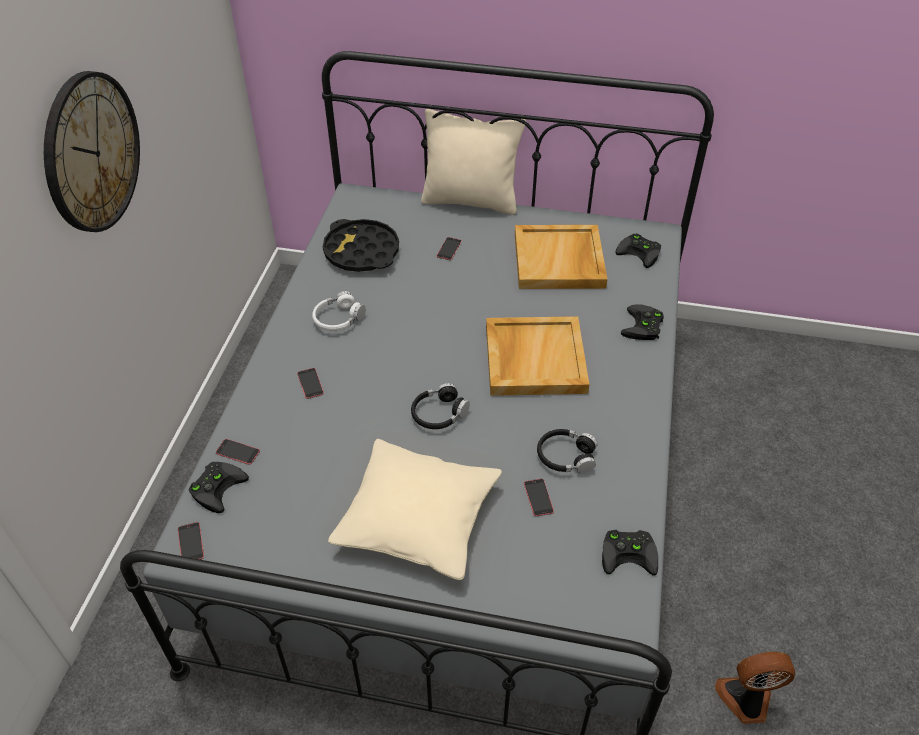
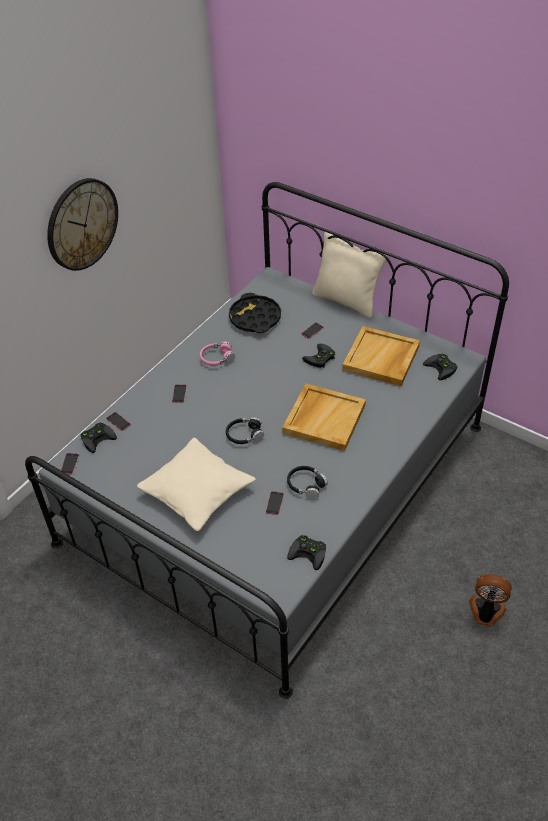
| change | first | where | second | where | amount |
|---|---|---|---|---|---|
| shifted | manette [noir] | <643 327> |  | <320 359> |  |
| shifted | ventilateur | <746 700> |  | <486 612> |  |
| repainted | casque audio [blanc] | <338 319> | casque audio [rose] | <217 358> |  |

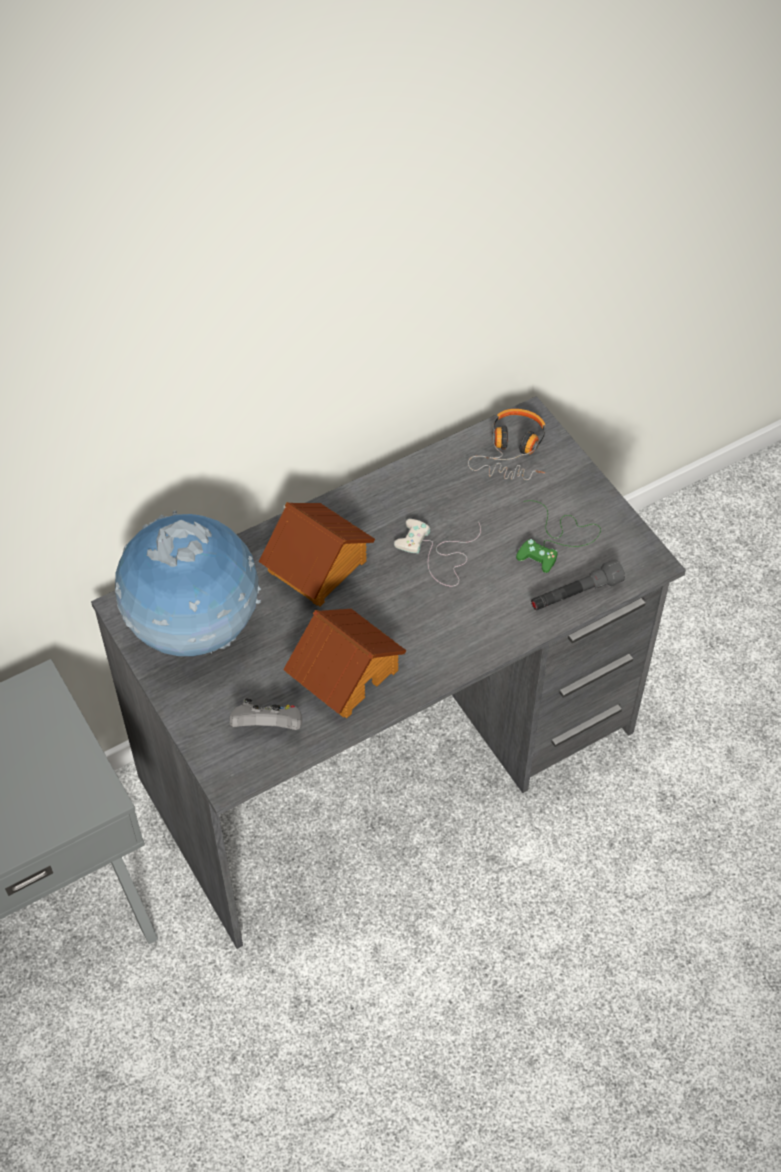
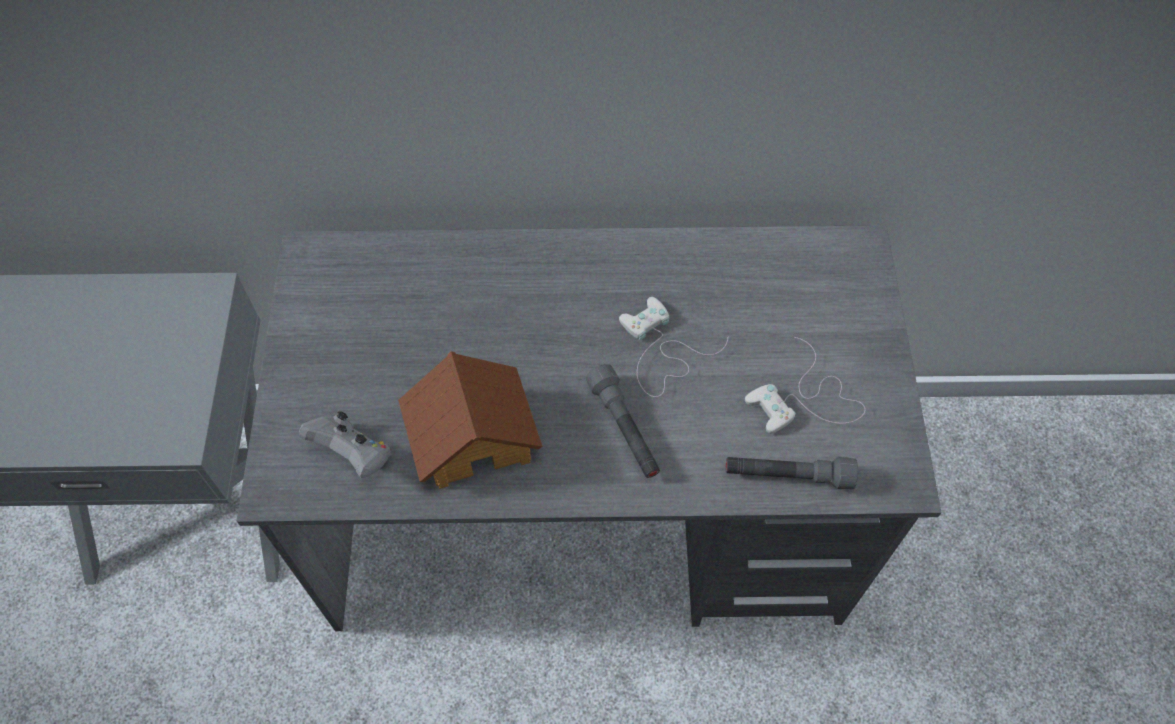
| change | first | where | second | where | amount |
|---|---|---|---|---|---|
| gone | globe | <194 629> |  |  |  |
| gone | maison miniature | <318 566> |  |  |  |
| gone | casque audio | <512 452> |  |  |  |
| new |  |  | lampe de poche [gris] | <624 429> |  |
| repainted | manette [vert] | <556 539> | manette [blanc] | <806 399> |  |

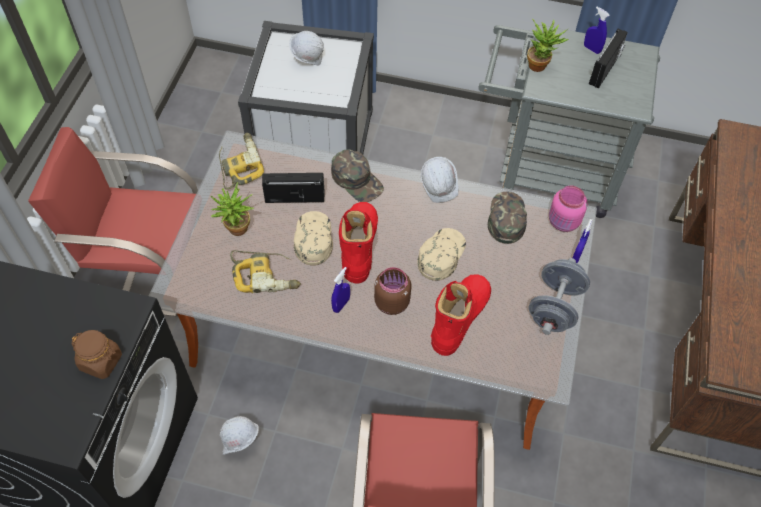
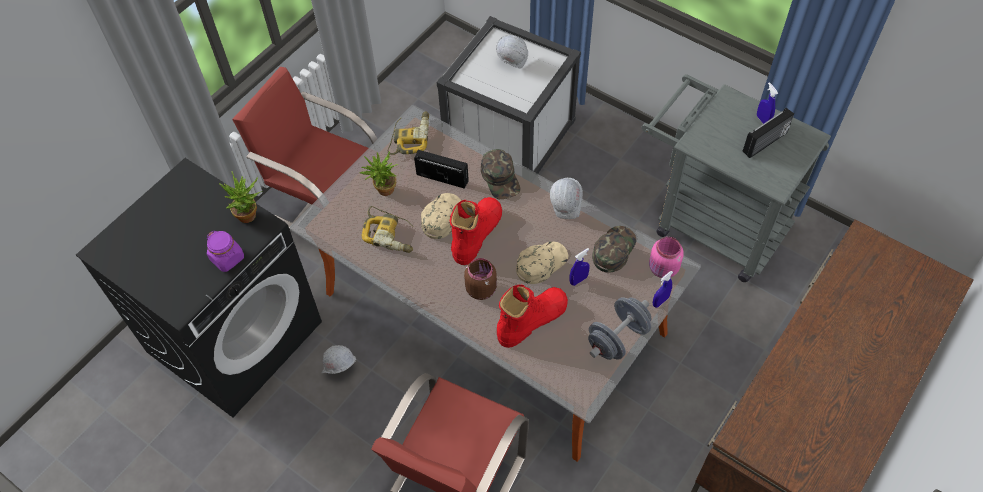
| change | first | where | second | where | amount |
|---|---|---|---|---|---|
| shifted | vaporisateur [bleu] | <341 304> |  | <578 280> |  |
| shifted | plante en pot | <540 65> |  | <251 216> |  |
| repainted | bocal [marron] | <101 361> | bocal [violet] | <227 258> |  |

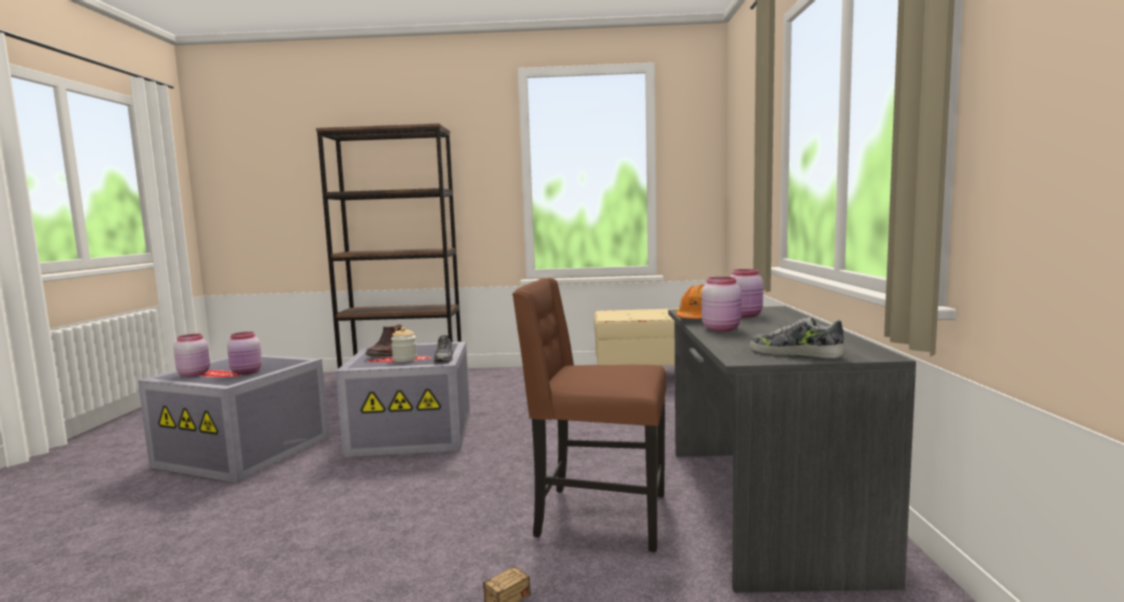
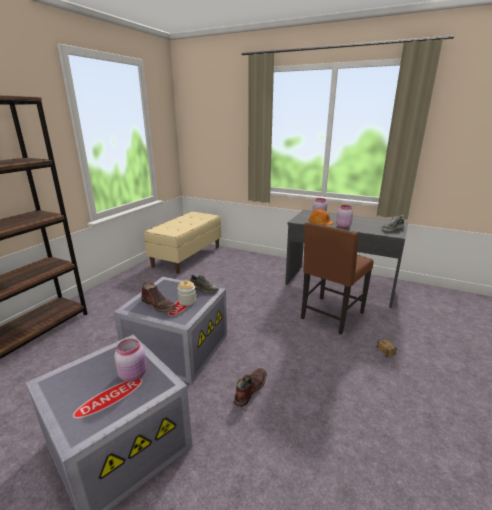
| change | first | where | second | where | amount |
|---|---|---|---|---|---|
| gone | bocal [rose] | <195 374> |  |  |  |
| new |  |  | botte [marron] | <250 389> |  |

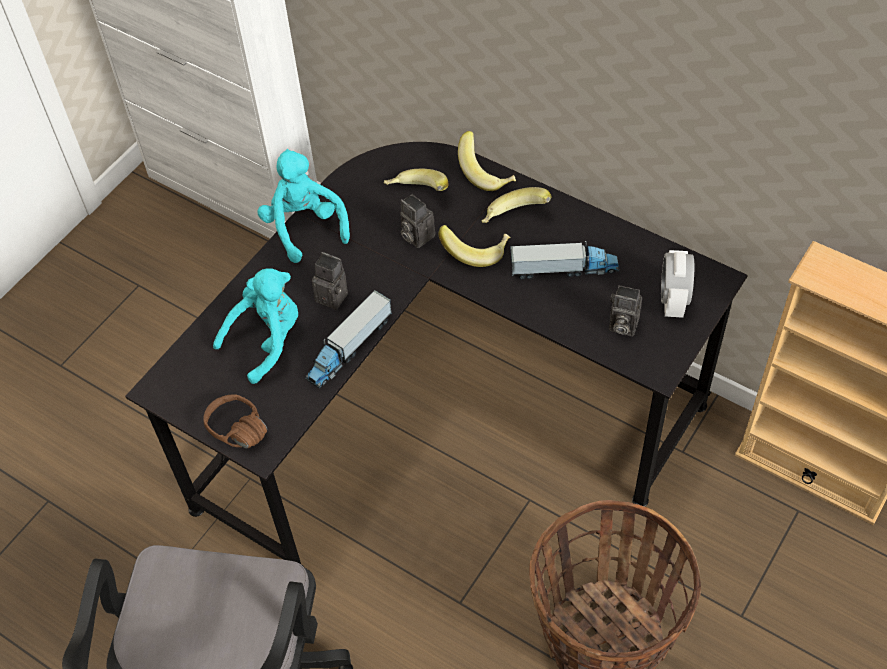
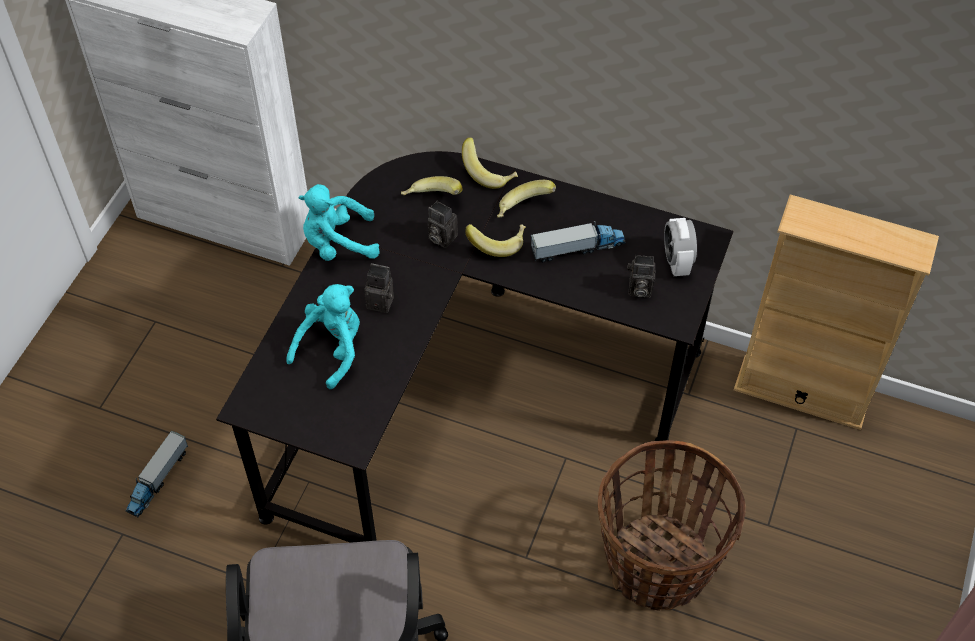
| change | first | where | second | where | amount |
|---|---|---|---|---|---|
| gone | casque audio [marron] | <231 436> |  |  |  |
| shifted | camion jouet | <349 348> |  | <158 480> |  |
| rotated | peluche [turquoise] | <304 227> |  | <338 243> | 60 degrees counterclockwise |

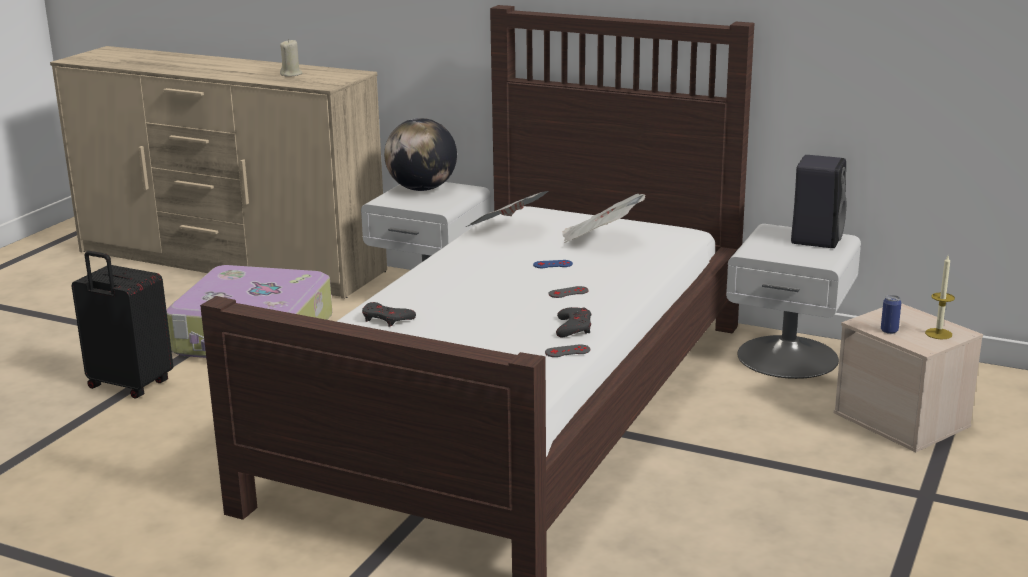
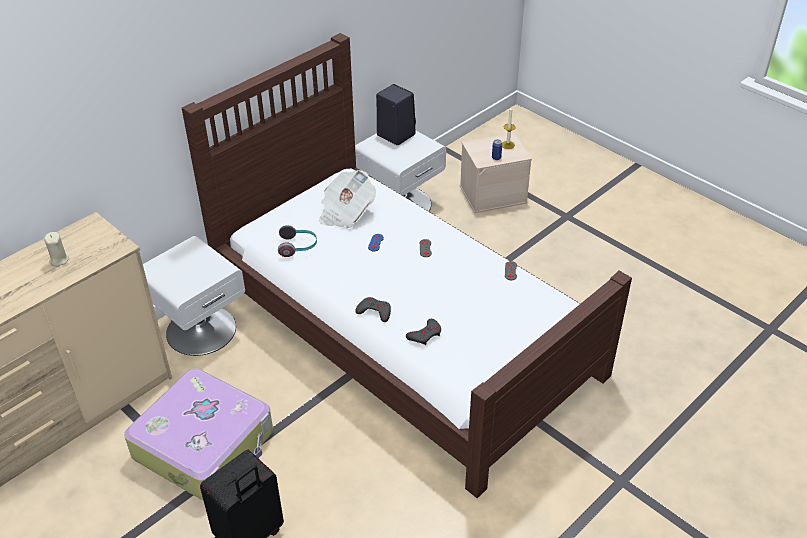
| change | first | where | second | where | amount |
|---|---|---|---|---|---|
| gone | globe | <422 189> |  |  |  |
| shifted | manette [gris] | <573 327> |  | <374 311> |  |
| swapped | journal | <506 230> | casque audio | <298 247> |  |

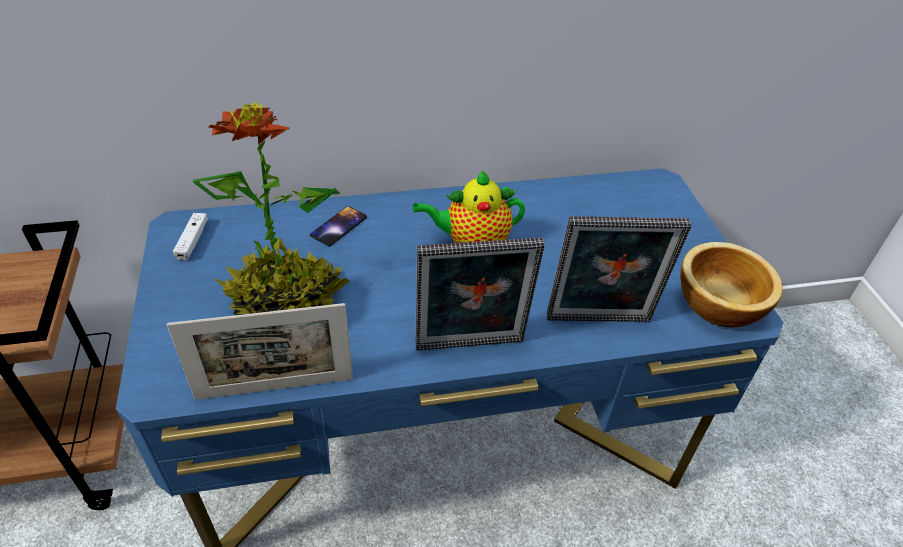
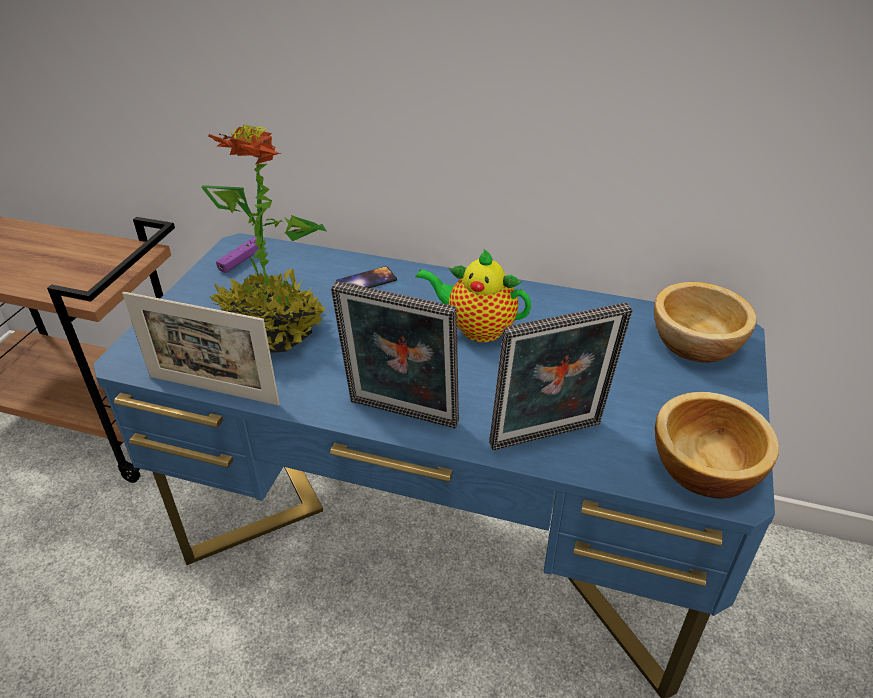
| change | first | where | second | where | amount |
|---|---|---|---|---|---|
| new |  |  | bol | <697 343> |  |
| repainted | manette [blanc] | <192 241> | manette [violet] | <241 260> |  |
| rotated | cadre photo | <599 323> |  | <548 439> | 45 degrees counterclockwise |

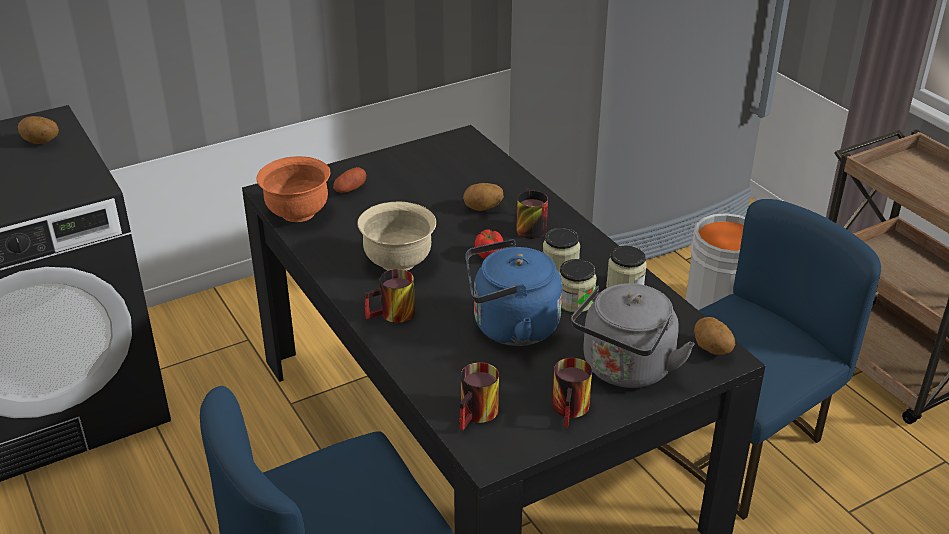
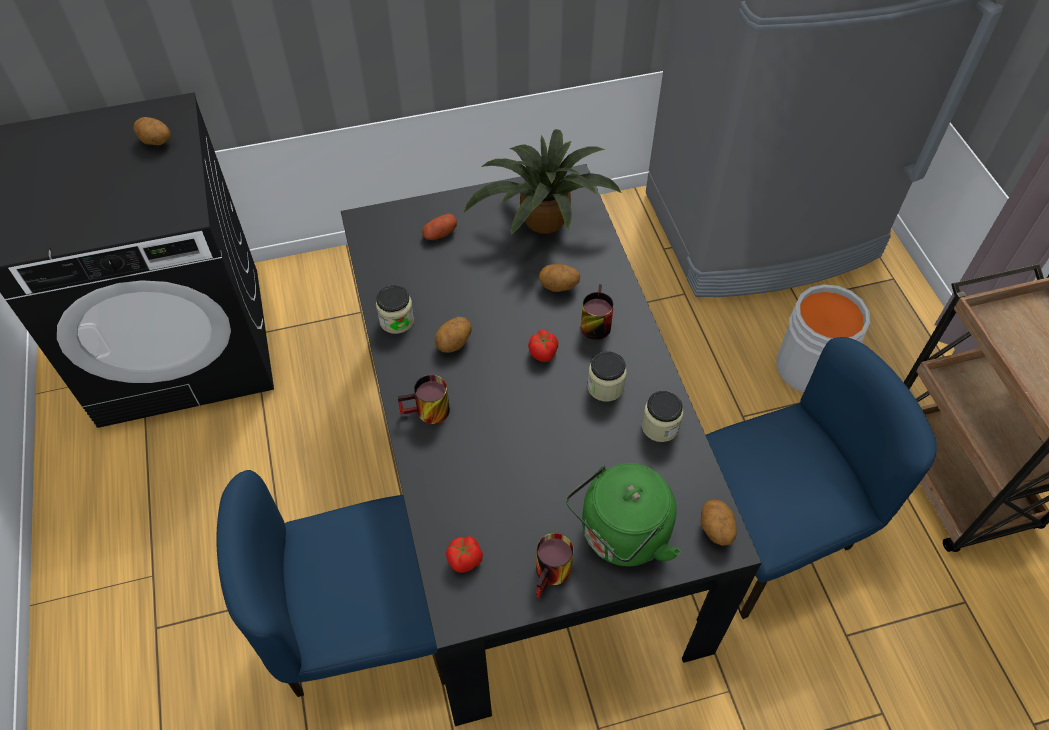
| change | first | where | second | where | amount |
|---|---|---|---|---|---|
| gone | bol [orange] | <297 213> |  |  |  |
| gone | bouilloire [bleu] | <510 327> |  |  |  |
| new |  |  | plante en pot | <541 222> |  |
| shifted | bocal | <575 301> |  | <396 320> |  |
| swapped | bol [beige] | <398 262> | pomme de terre | <454 343> |  |
| swapped | mug | <479 415> | tomate | <465 560> |  |
| repainted | bouilloire [gris] | <625 370> | bouilloire [vert] | <621 536> |  |

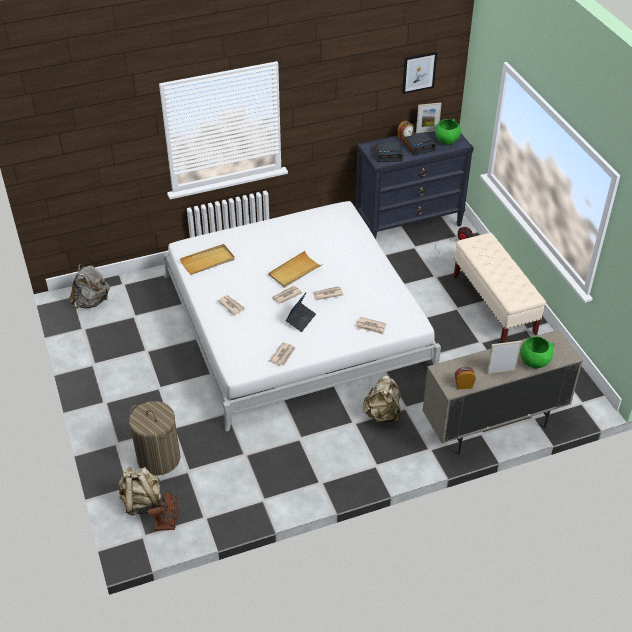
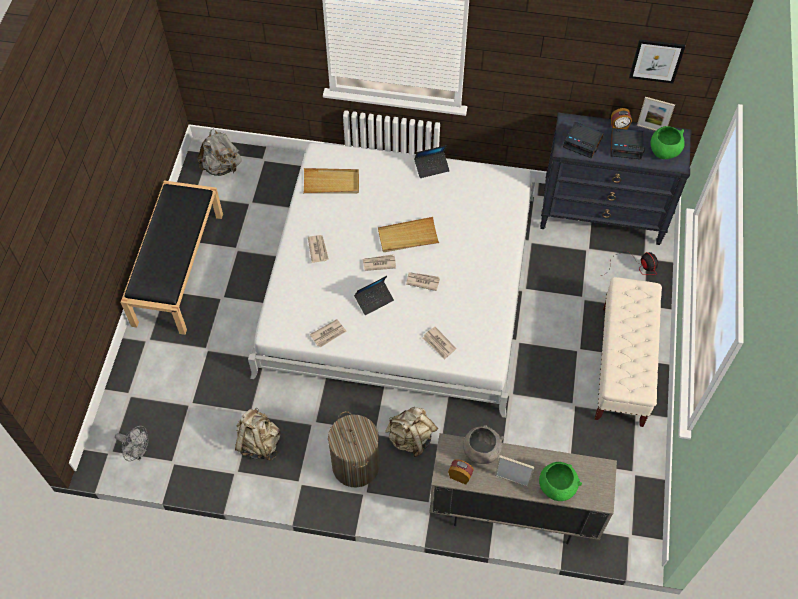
| change | first | where | second | where | amount |
|---|---|---|---|---|---|
| new |  |  | banc [noir] | <178 267> |  |
| new |  |  | ordinateur portable | <431 167> |  |
| new |  |  | bol [gris] | <481 452> |  |
| shifted | sac à dos [beige] | <141 502> |  | <259 443> |  |
| shifted | panier à linge | <158 458> |  | <355 465> |  |
| repainted | ventilateur [marron] | <168 525> | ventilateur [gris] | <137 452> |  |

